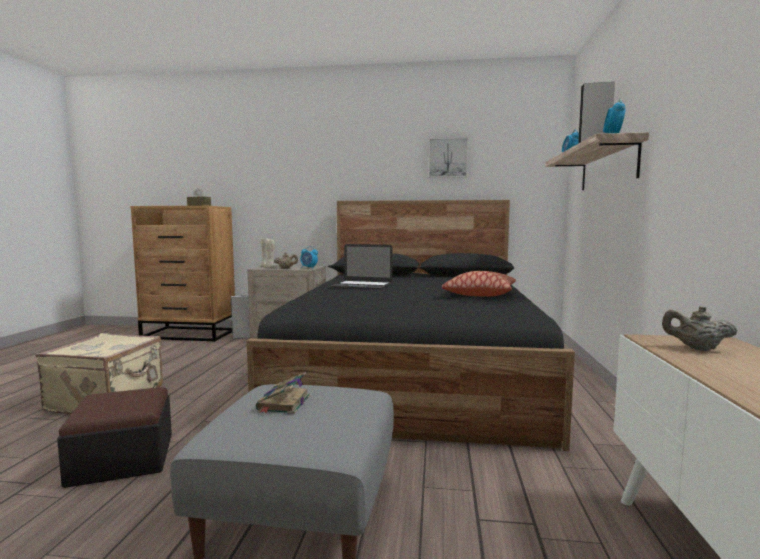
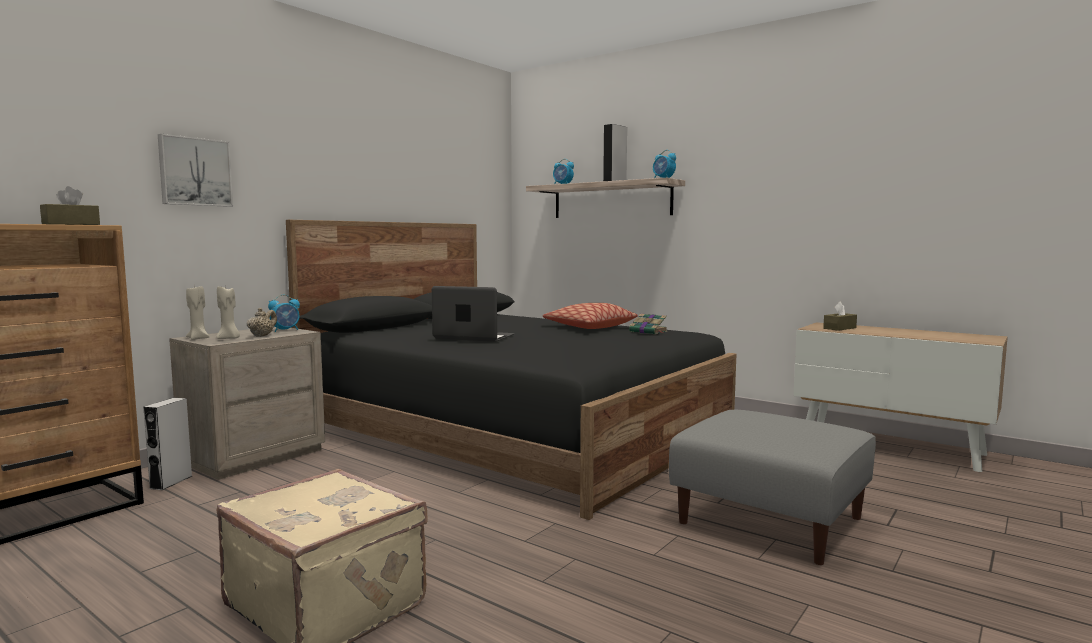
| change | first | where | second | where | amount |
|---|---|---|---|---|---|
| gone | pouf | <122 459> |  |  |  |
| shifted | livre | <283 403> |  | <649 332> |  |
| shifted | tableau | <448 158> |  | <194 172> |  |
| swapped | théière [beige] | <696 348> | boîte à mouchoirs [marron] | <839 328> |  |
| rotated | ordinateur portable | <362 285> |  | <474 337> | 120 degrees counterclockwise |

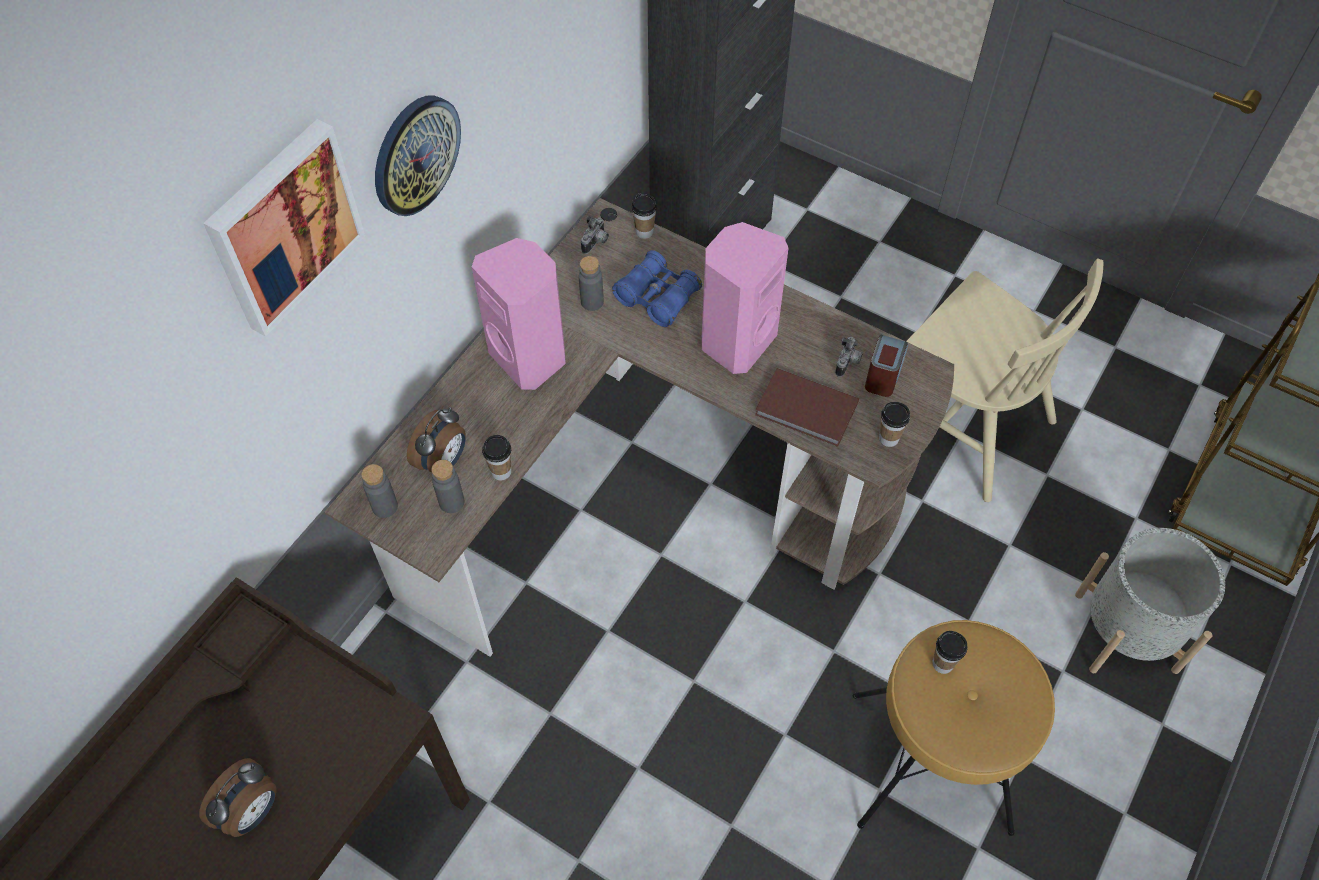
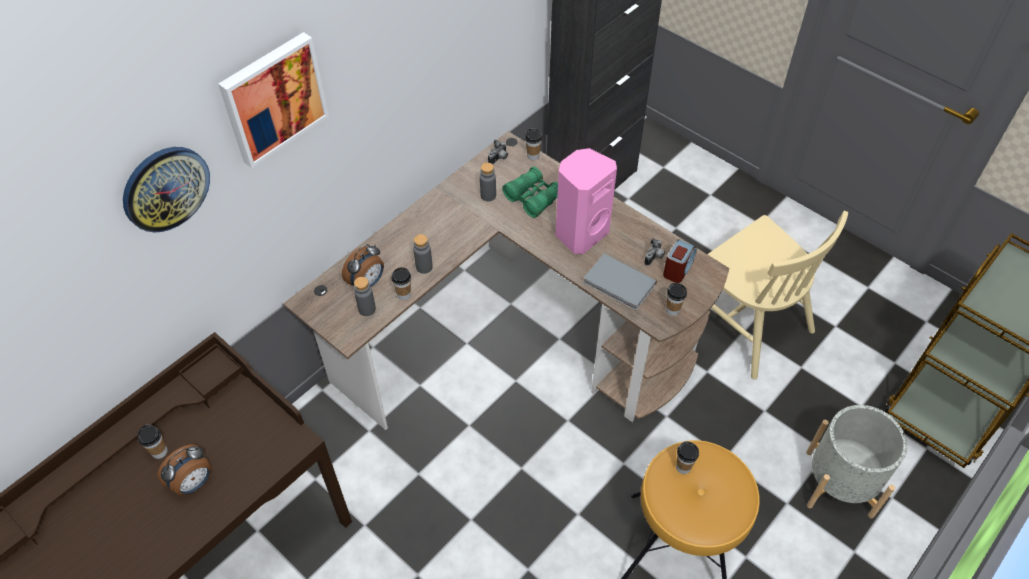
| change | first | where | second | where | amount |
|---|---|---|---|---|---|
| gone | enceinte [rose] | <530 357> |  |  |  |
| new |  |  | tasse | <159 451> |  |
| shifted | bouteille [gris] | <385 507> |  | <424 267> |  |
| shifted | horloge murale | <415 154> |  | <165 188> |  |
| repainted | jumelles [bleu] | <657 297> | jumelles [vert] | <532 198> |  |
| repainted | livre [marron] | <807 411> | livre [gris] | <619 284> |  |

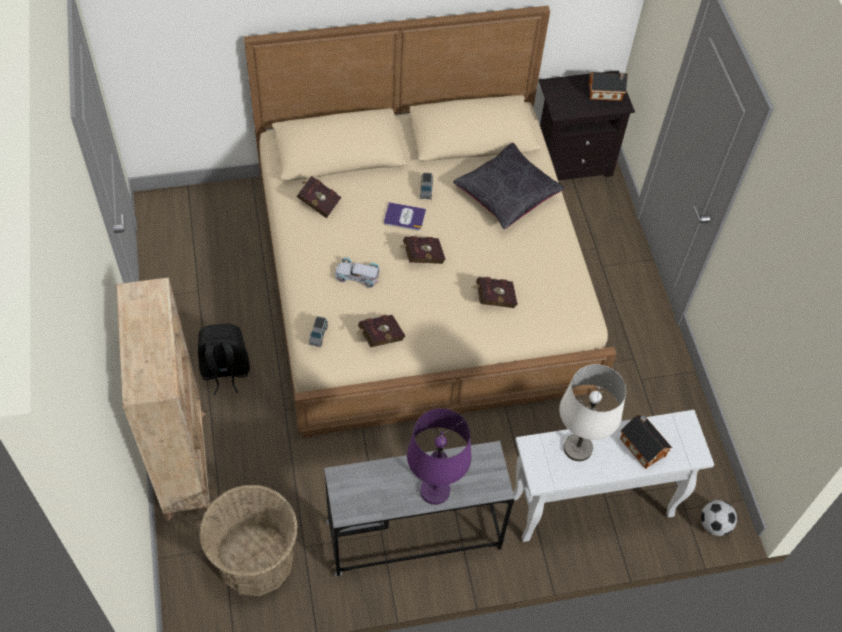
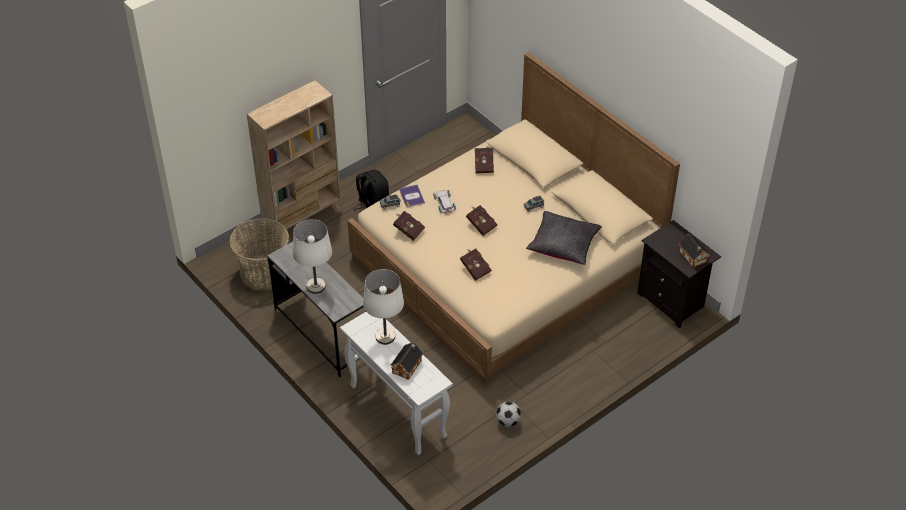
| change | first | where | second | where | amount |
|---|---|---|---|---|---|
| shifted | livre | <404 217> |  | <412 196> |  |
| shifted | ballon de foot | <714 525> |  | <507 422> |  |
| repainted | lampe de table [violet] | <434 490> | lampe de table [blanc] | <316 286> |  |

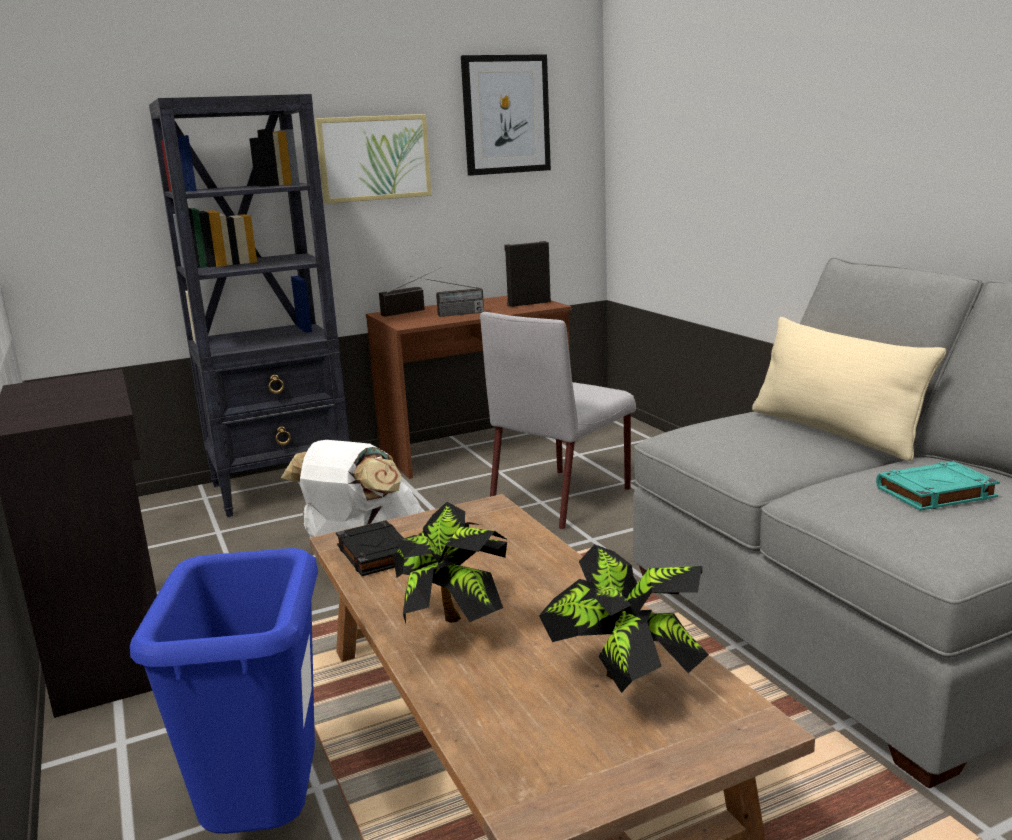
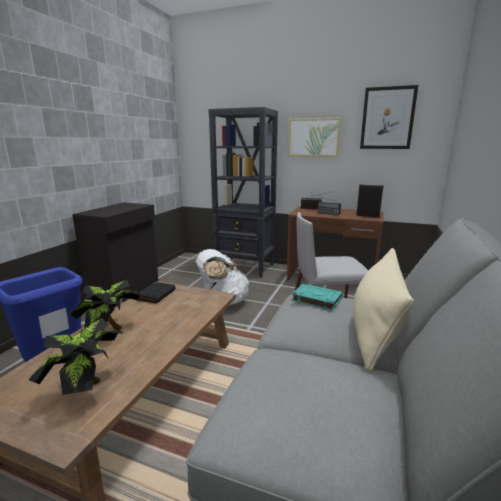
| change | first | where | second | where | amount |
|---|---|---|---|---|---|
| shifted | livre [turquoise] | <935 493> |  | <316 299> |  |

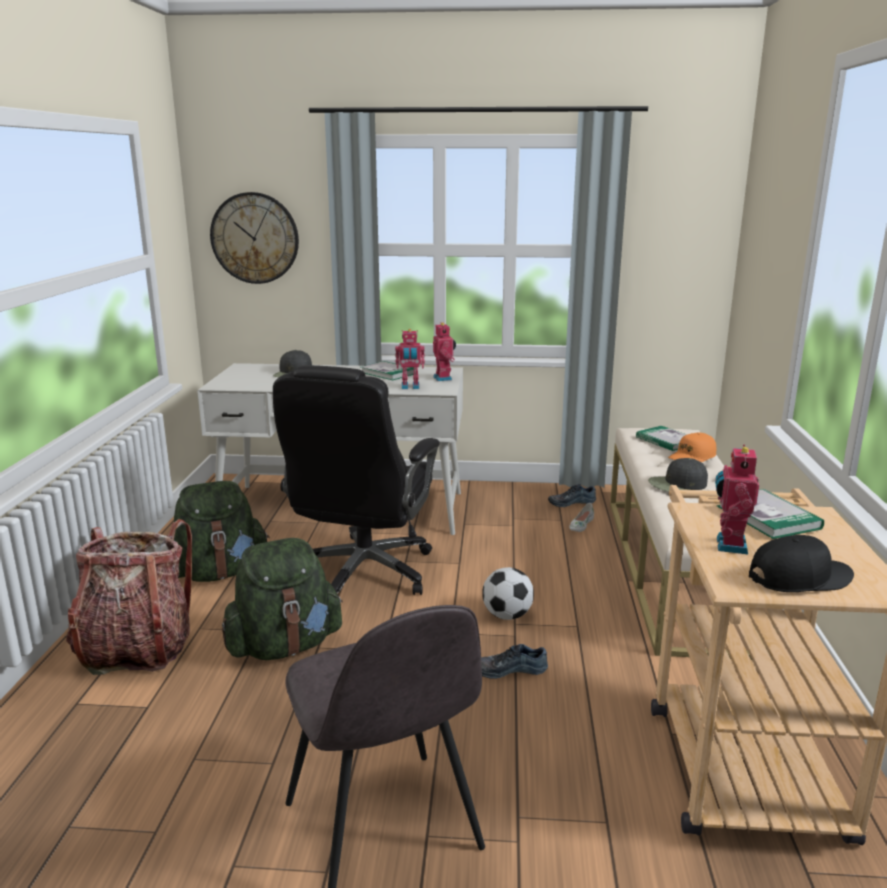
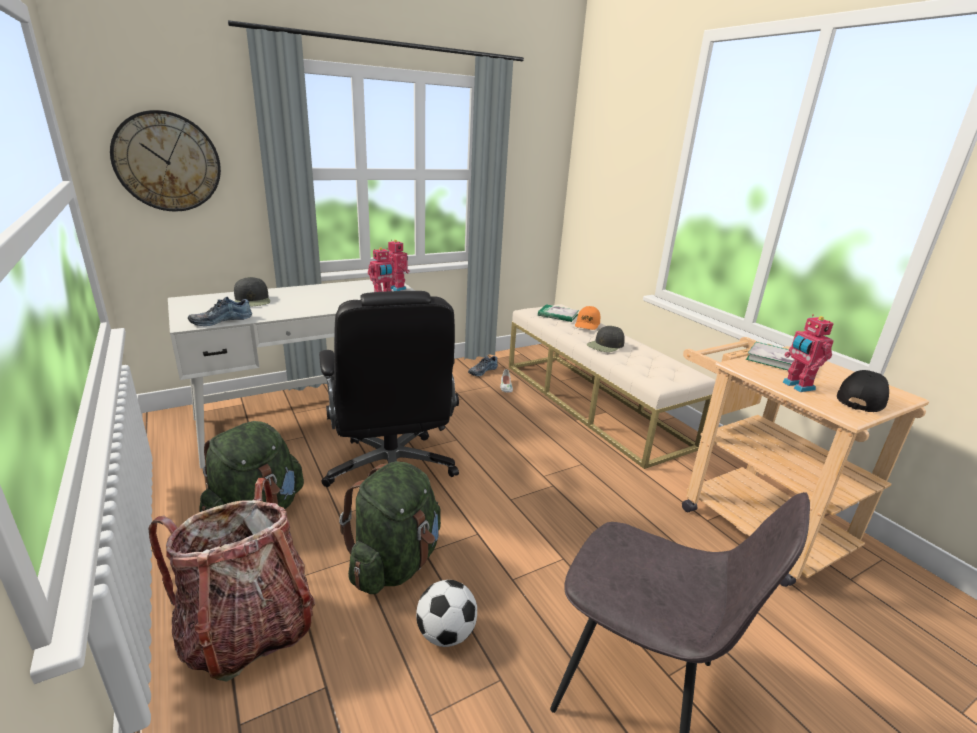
| change | first | where | second | where | amount |
|---|---|---|---|---|---|
| gone | livre | <388 373> |  |  |  |
| shifted | chaussure | <510 669> |  | <221 320> |  |
| shifted | ballon de foot | <507 615> |  | <446 633> |  |

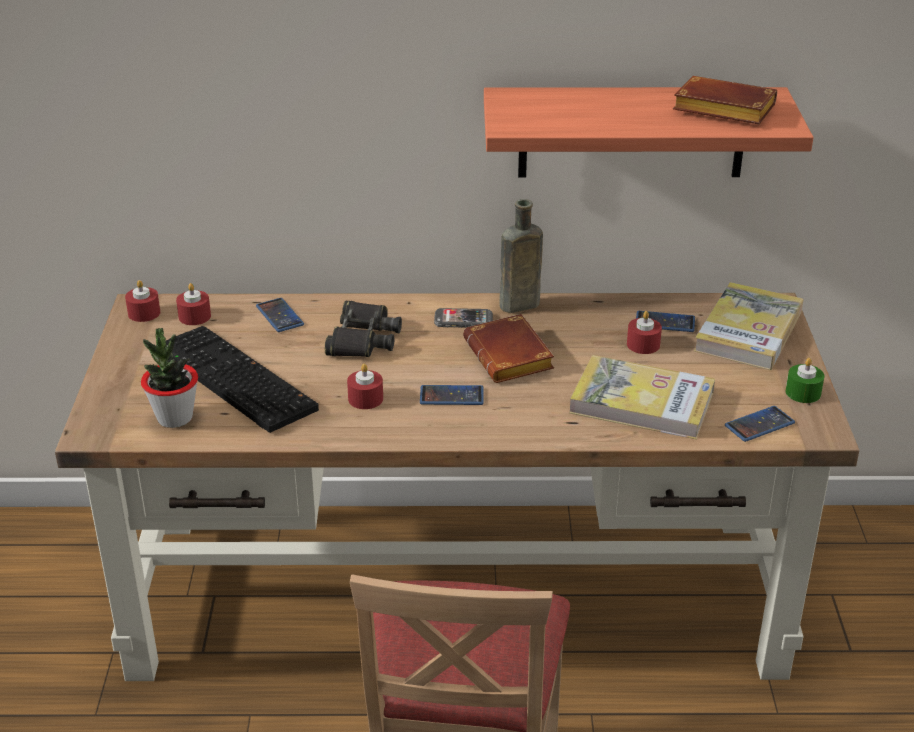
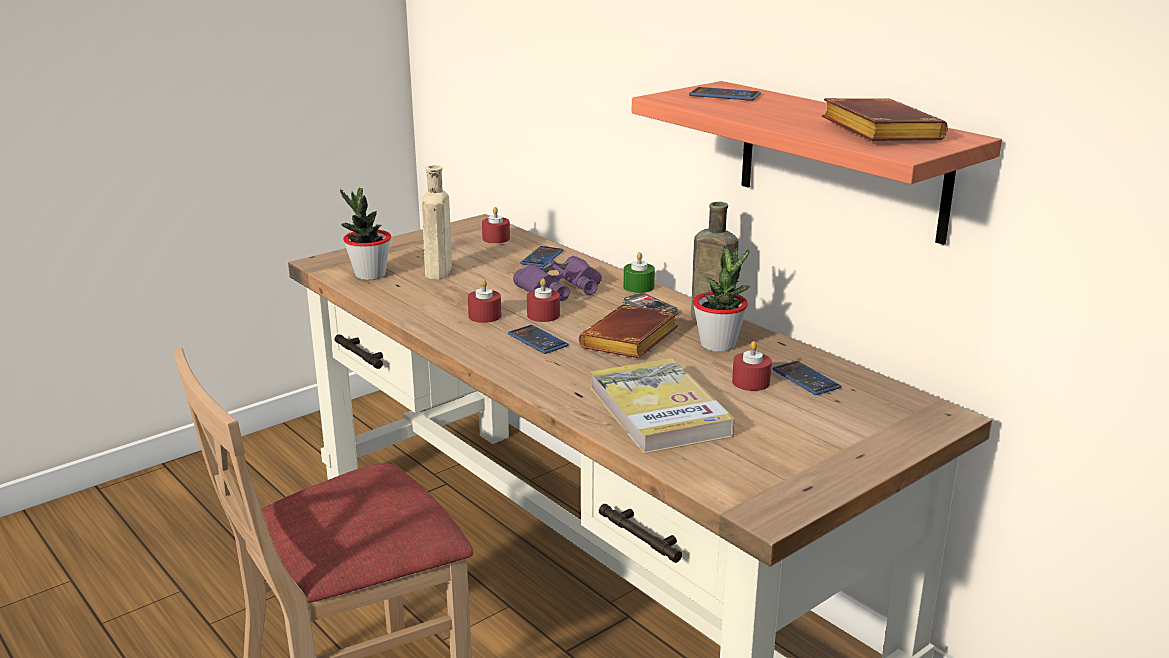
| change | first | where | second | where | amount |
|---|---|---|---|---|---|
| gone | livre | <748 331> |  |  |  |
| new |  |  | plante en pot | <718 345> |  |
| shifted | bougie [rouge] | <144 313> |  | <543 315> |  |
| shifted | téléphone | <759 424> |  | <724 95> |  |
| shifted | bougie [vert] | <803 393> |  | <638 287> |  |
| swapped | clavier | <231 381> | bouteille [beige] | <438 273> |  |
| repainted | jumelles [noir] | <362 338> | jumelles [violet] | <561 288> |  |

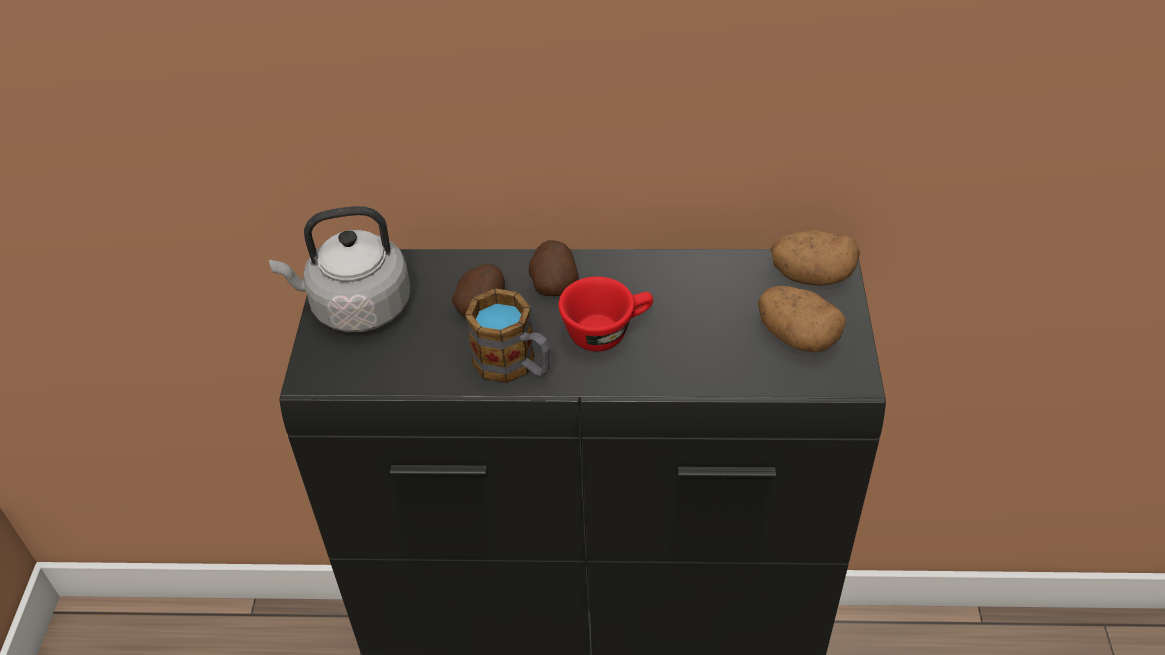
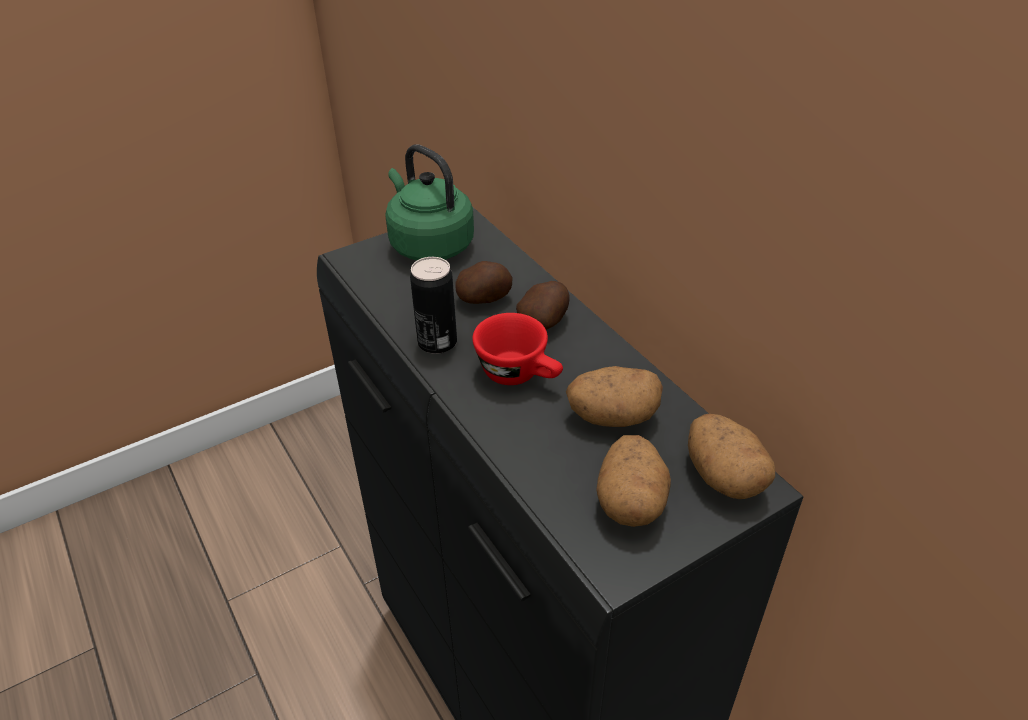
| change | first | where | second | where | amount |
|---|---|---|---|---|---|
| new |  |  | pomme de terre | <612 417> |  |
| swapped | mug | <514 366> | boîte métallique | <437 342> |  |
| repainted | bouilloire [gris] | <356 307> | bouilloire [vert] | <429 244> |  |

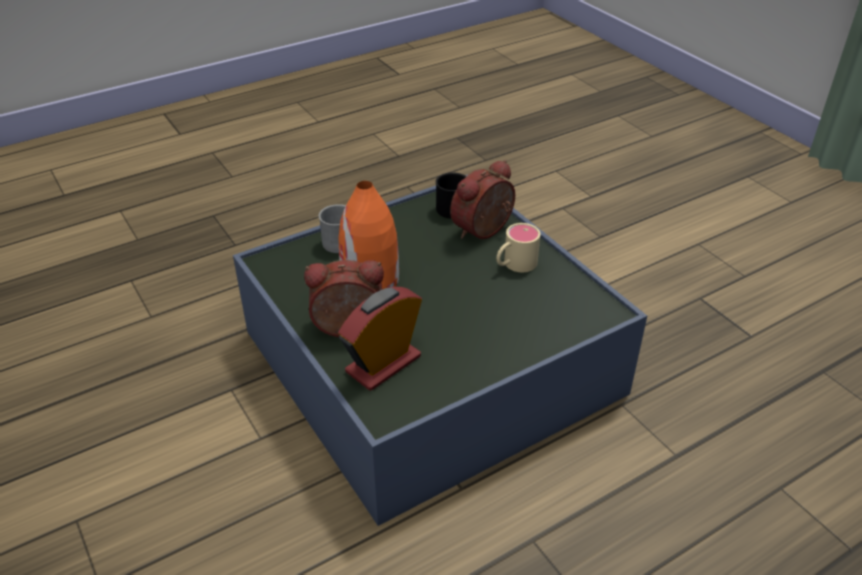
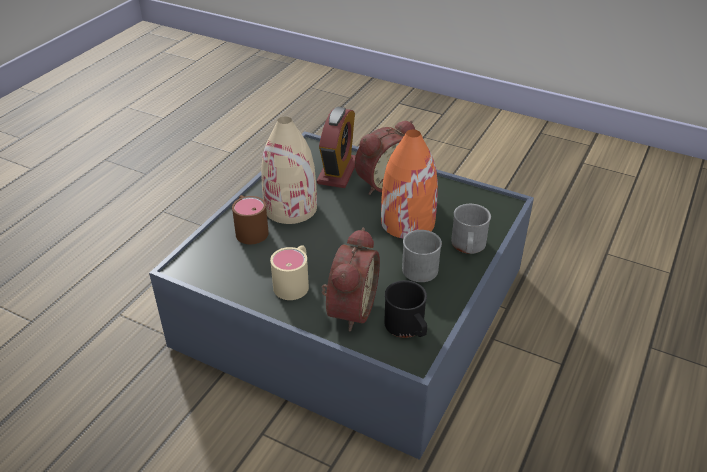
| change | first | where | second | where | amount |
|---|---|---|---|---|---|
| new |  |  | mug [marron] | <249 229> |  |
| new |  |  | vase [beige] | <291 208> |  |
| new |  |  | mug [gris] | <419 265> |  |

